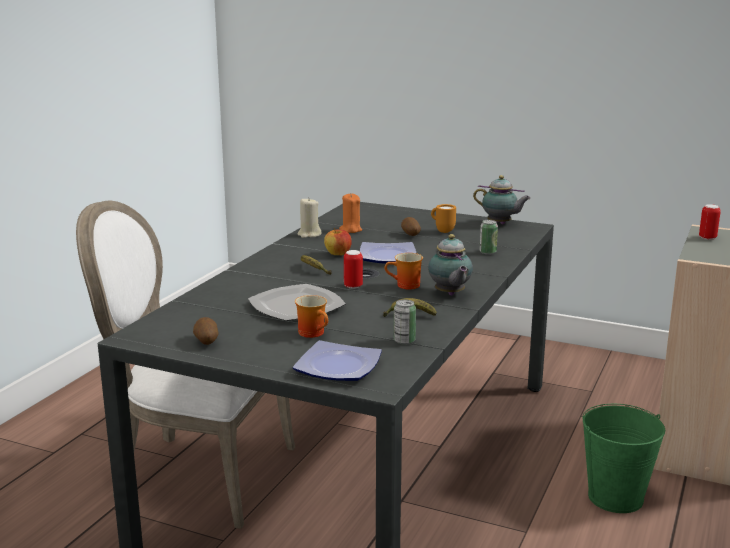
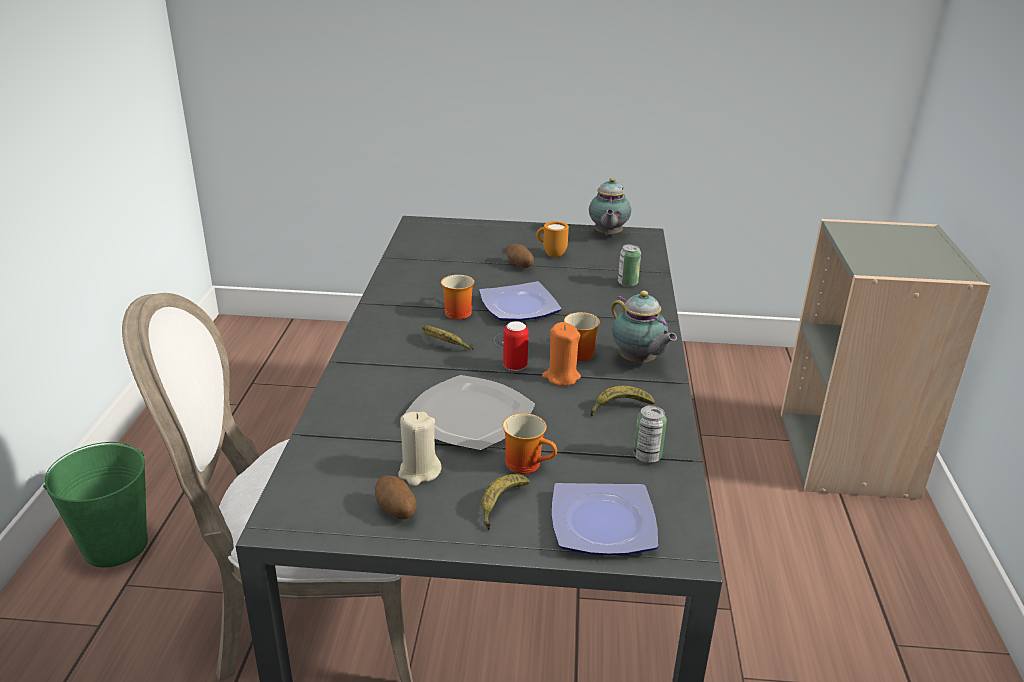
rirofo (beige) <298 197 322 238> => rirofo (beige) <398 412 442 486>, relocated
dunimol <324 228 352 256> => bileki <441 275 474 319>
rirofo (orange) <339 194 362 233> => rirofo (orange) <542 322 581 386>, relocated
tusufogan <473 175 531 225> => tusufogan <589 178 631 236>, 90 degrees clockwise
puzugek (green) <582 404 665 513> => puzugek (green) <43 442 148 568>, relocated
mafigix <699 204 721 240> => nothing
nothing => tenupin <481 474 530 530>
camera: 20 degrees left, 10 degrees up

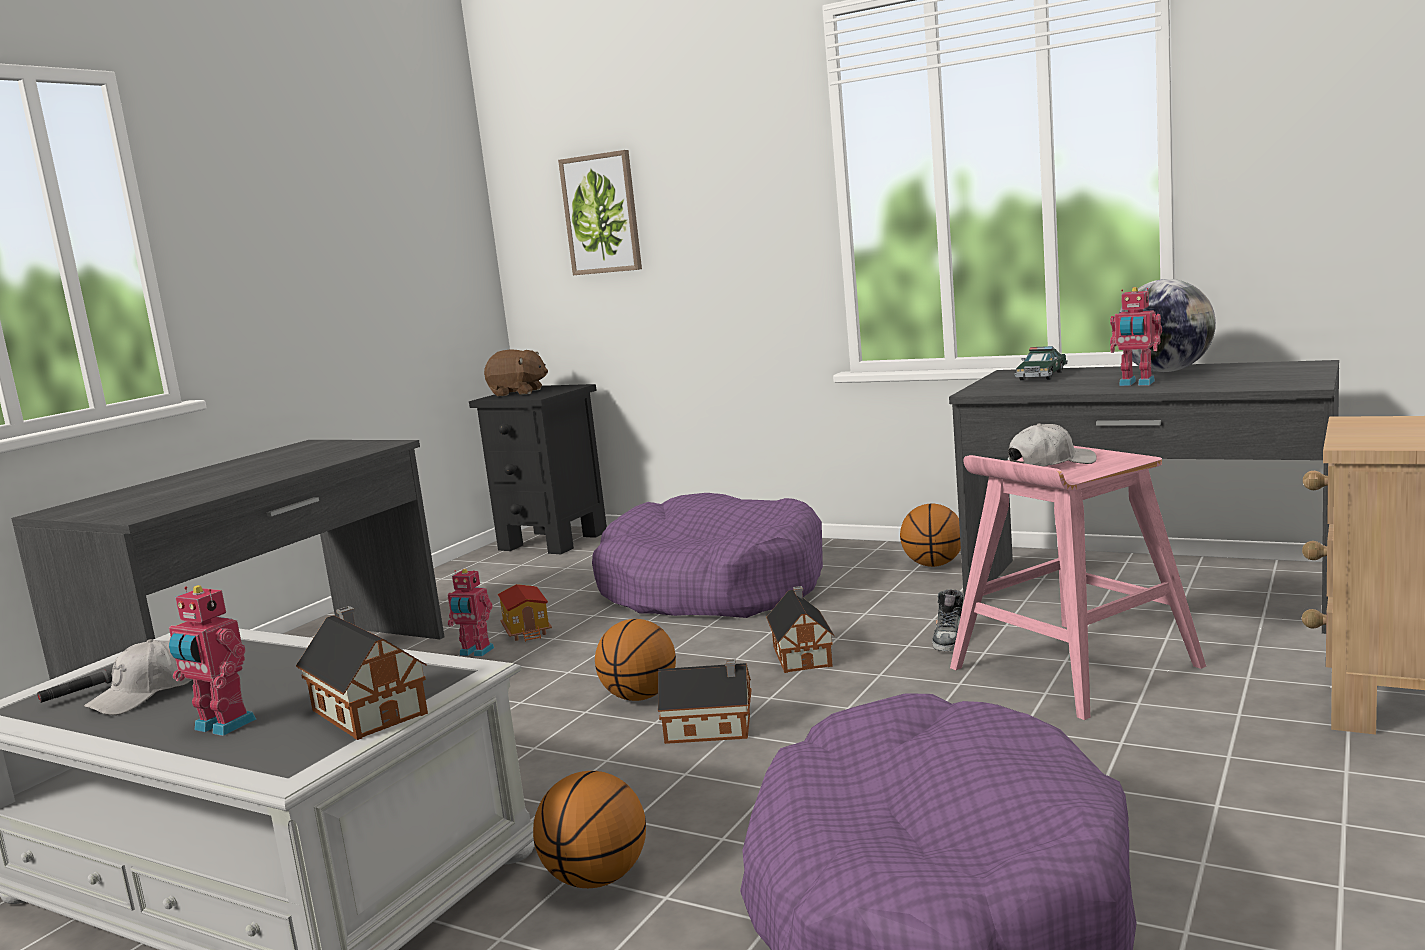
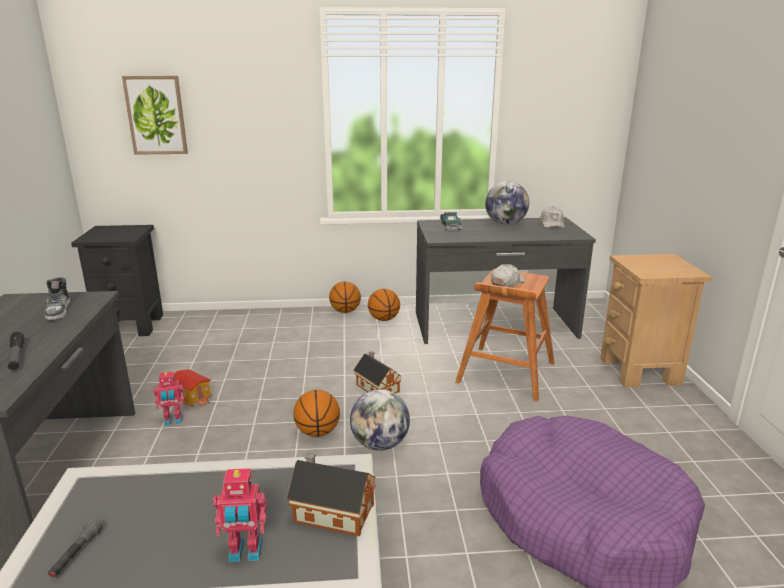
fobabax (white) <84 639 193 715> => fobabax (white) <540 206 565 228>, relocated
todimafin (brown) <484 350 548 396> => nothing
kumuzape <533 771 646 888> => kumuzape <329 281 361 313>, relocated
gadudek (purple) <592 493 823 618> => nothing
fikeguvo <658 659 752 744> => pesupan <350 389 410 451>
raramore <932 589 963 651> => raramore <44 277 70 320>, relocated
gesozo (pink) <950 446 1206 720> => gesozo (brown) <455 269 554 401>
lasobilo <1110 287 1162 386> => nothing
nothing => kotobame <8 332 24 370>
camera: 35 degrees left, 10 degrees up

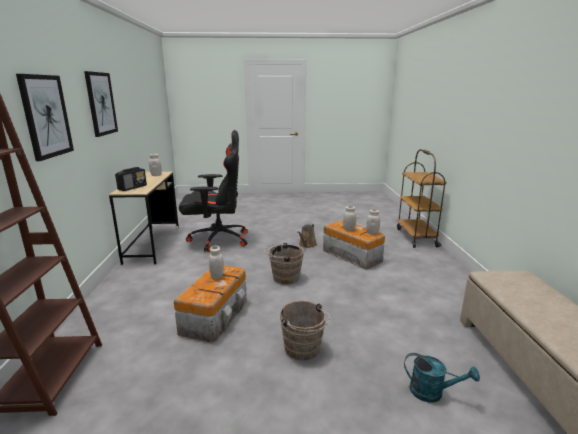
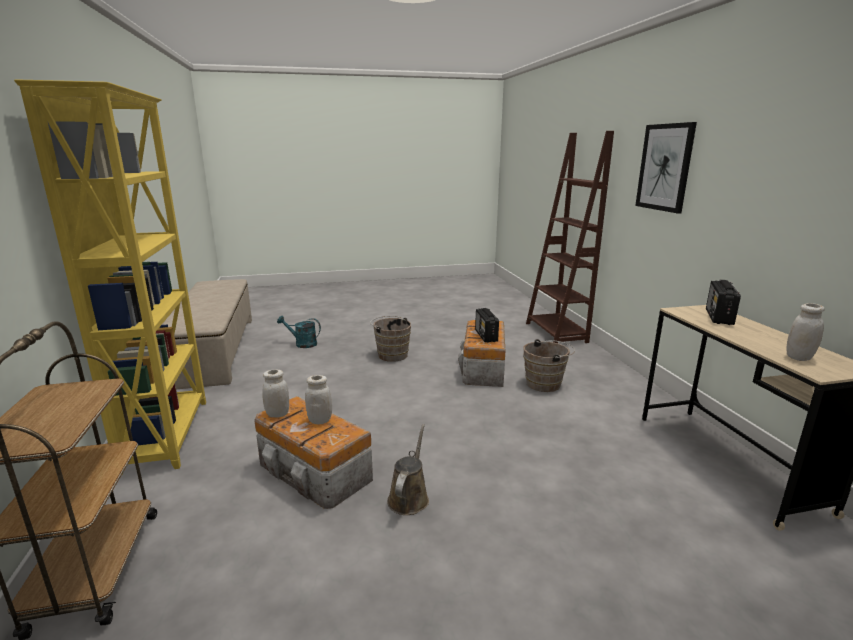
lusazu <84 71 118 137> => nothing
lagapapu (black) <179 130 248 252> => nothing
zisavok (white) <209 246 224 279> => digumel <475 308 499 343>
puzugek (brown) <264 243 304 284> => puzugek (brown) <523 339 575 392>, relocated
nothing => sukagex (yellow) <14 79 206 476>
camera: 170 degrees right, 0 degrees up

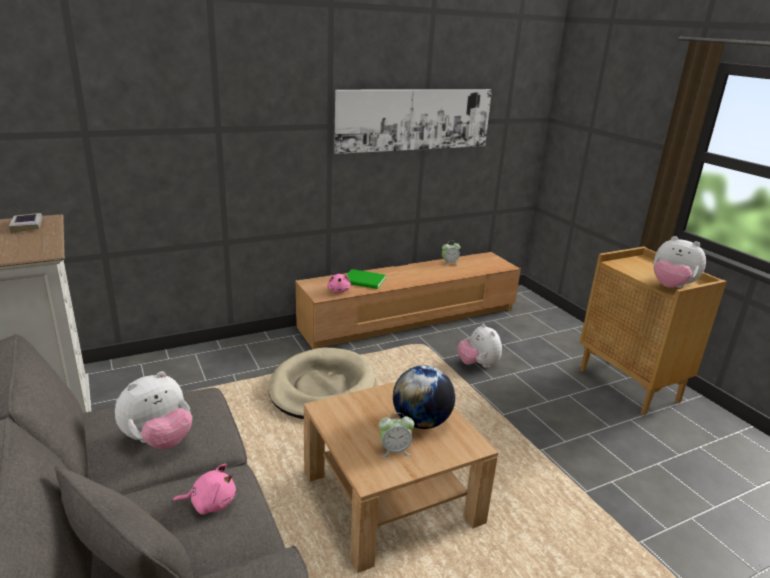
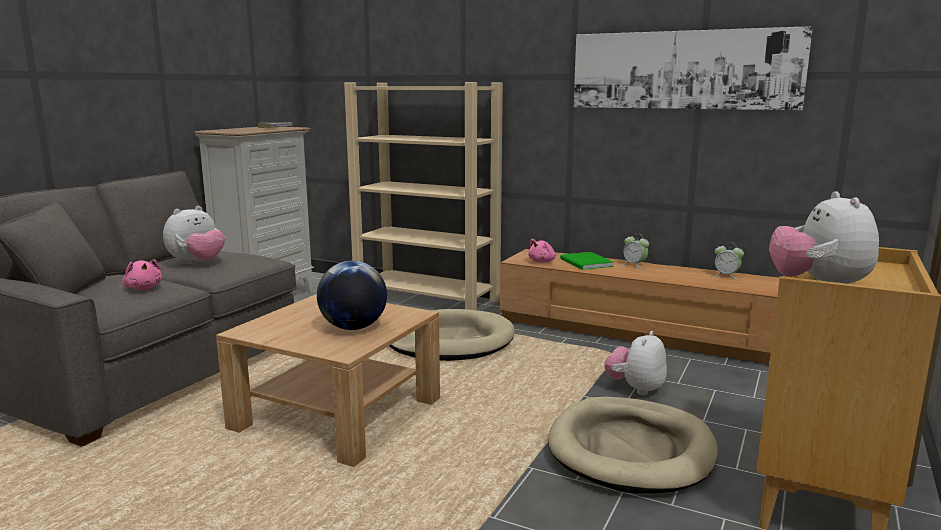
todimafin <115 371 192 449> => todimafin <163 206 225 264>, 60 degrees counterclockwise
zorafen <379 413 414 457> => zorafen <622 233 649 268>, relocated
nothing => sukagex (beige) <344 82 503 310>
nothing => gadudek (beige) <548 397 718 494>
camera: 55 degrees right, 10 degrees down

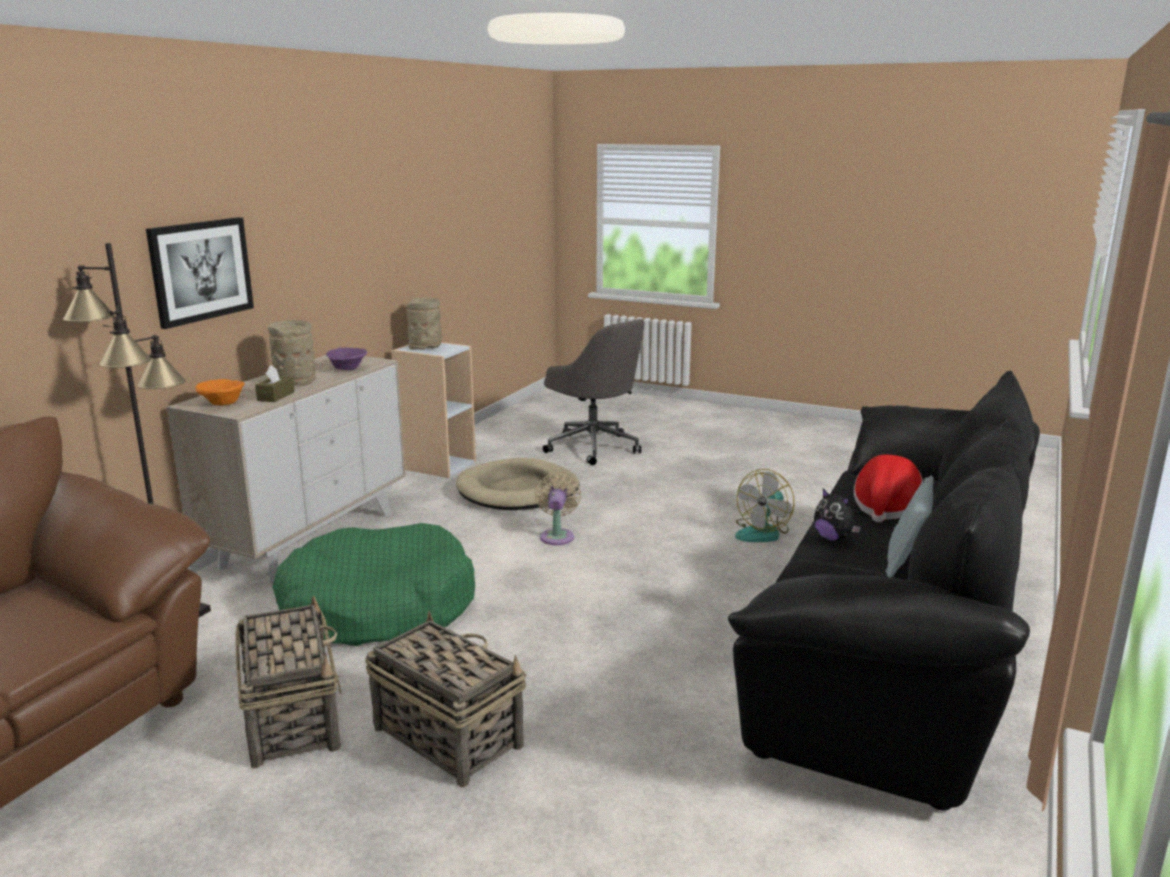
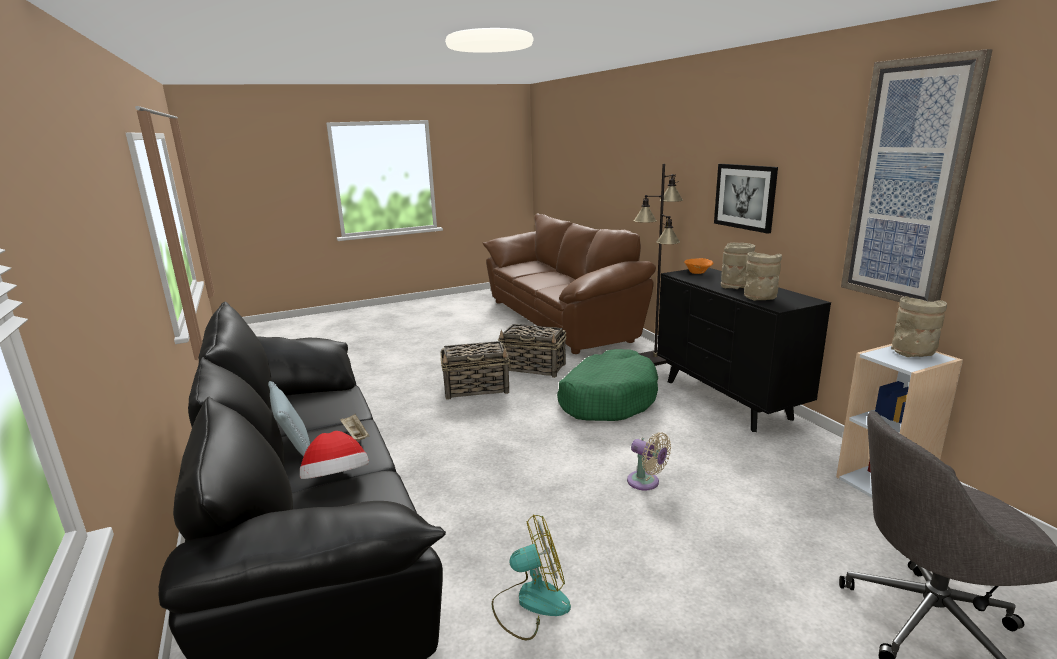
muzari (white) <166 355 406 584> => muzari (black) <657 268 831 432>
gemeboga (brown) <255 365 295 402> => nothing
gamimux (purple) <326 347 367 370> => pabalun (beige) <744 252 782 301>
gadudek (beige) <456 458 580 510> => nothing
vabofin <735 469 794 542> => vabofin <492 514 571 640>, 90 degrees clockwise
todimafin <814 488 861 541> => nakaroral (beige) <340 414 369 441>
nothing => lusazu <841 49 993 302>
camera: 130 degrees right, 0 degrees up

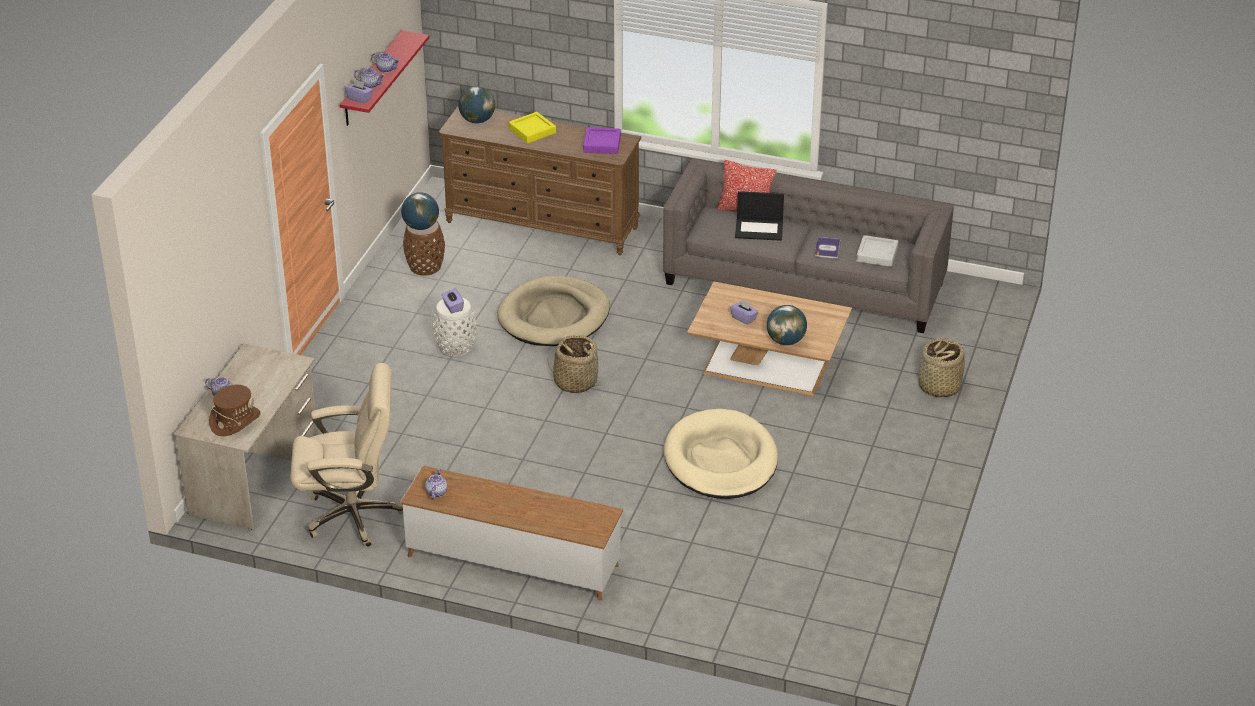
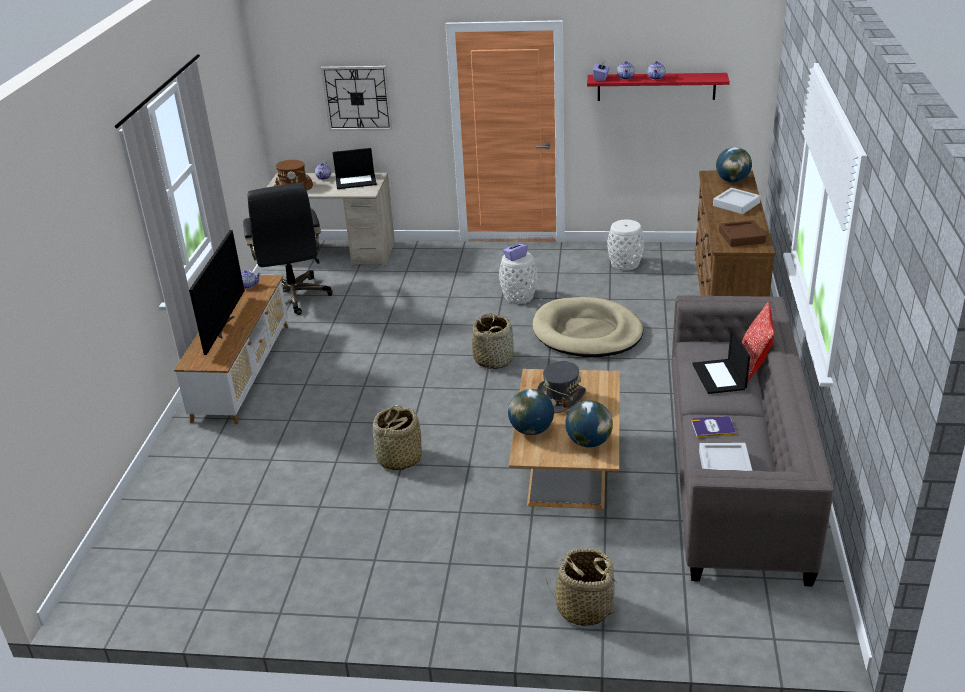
lagapapu (beige) <290 363 403 547> => lagapapu (black) <243 183 333 315>
pesupan <401 192 439 230> => pesupan <565 400 613 448>, relocated
gesozo (brown) <403 221 445 276> => gesozo (white) <607 220 644 271>
nakaroral (yellow) <509 112 556 143> => nakaroral (grey) <713 188 761 214>
nakaroral (purple) <583 127 621 154> => nakaroral (brown) <719 220 766 247>
gadudek (beige) <664 409 778 499> => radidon <373 404 422 471>
gemeboga (purple) <730 299 759 325> => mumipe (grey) <537 361 586 414>
nothing => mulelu <189 230 245 355>
nothing => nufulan <321 66 392 131>
nothing => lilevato <333 148 377 189>
camera: 80 degrees right, 5 degrees down

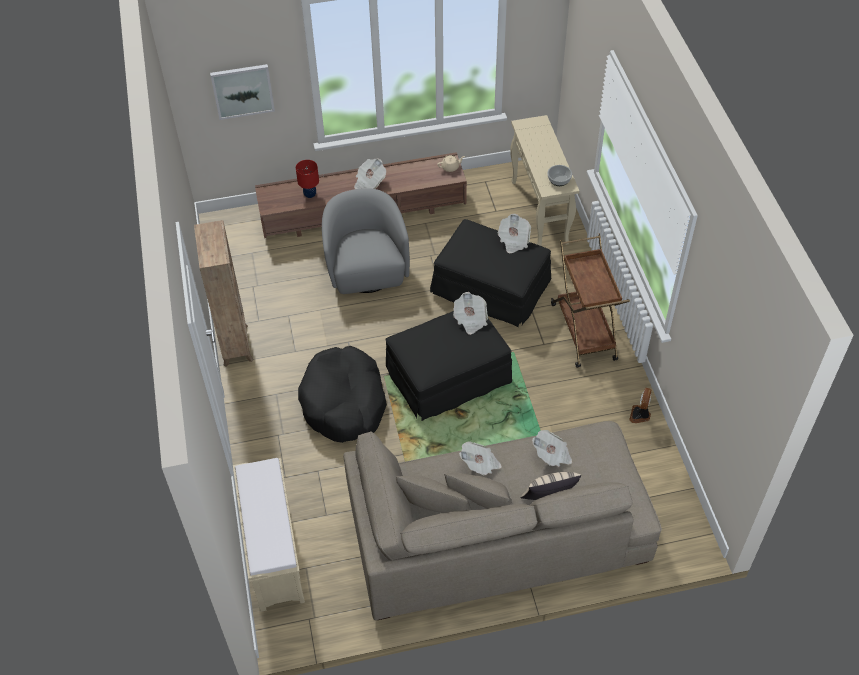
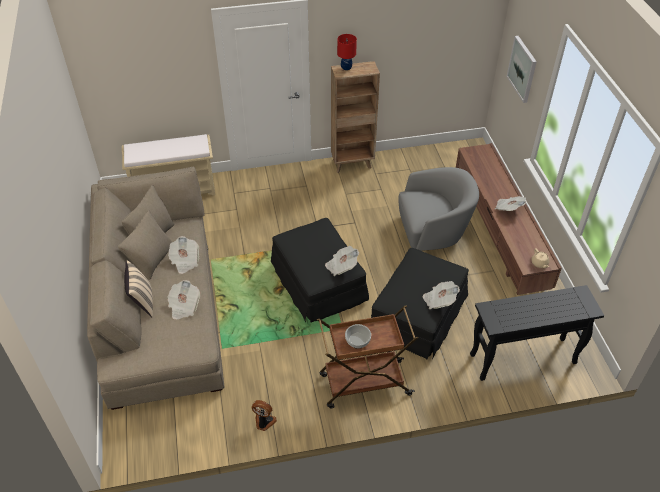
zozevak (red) <296 160 319 198> => zozevak (red) <337 34 357 70>, relocated
gadudek (black) <298 346 387 443> => nothing
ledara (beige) <510 115 579 246> => ledara (black) <470 285 604 381>
gamimux <548 165 572 186> => gamimux <345 324 371 349>, relocated
camera: 90 degrees right, 5 degrees down

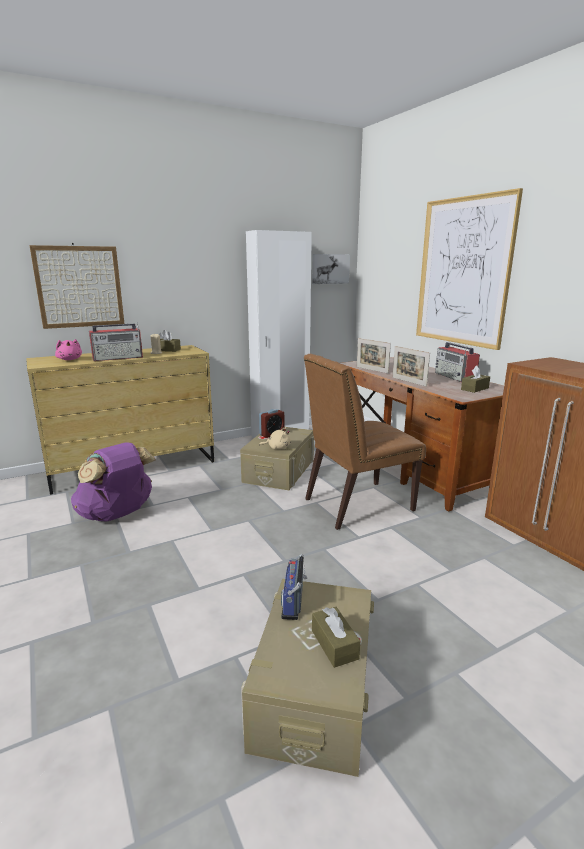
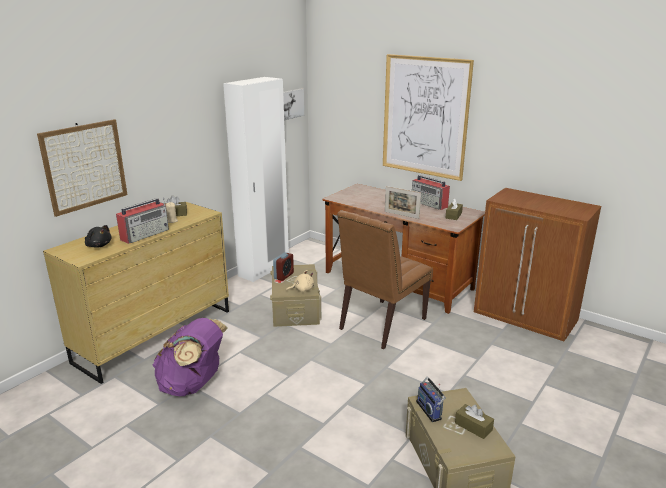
todimafin (pink) <55 339 82 360> => todimafin (black) <85 225 112 248>
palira <357 338 391 374> => nothing
camera: 25 degrees left, 5 degrees up

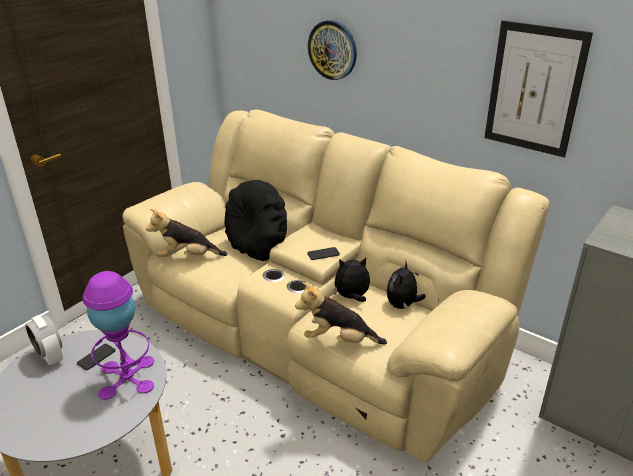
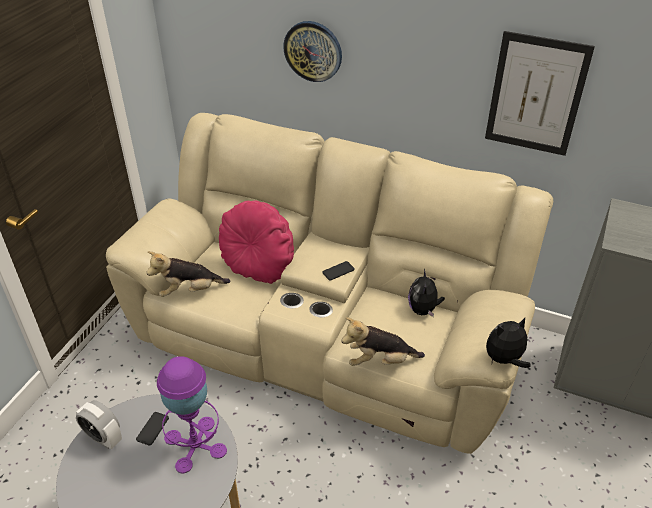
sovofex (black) <224 180 287 261> => sovofex (pink) <219 201 294 284>
todimafin <333 257 370 302> => todimafin <486 318 531 368>, relocated
camera: 15 degrees left, 10 degrees up

